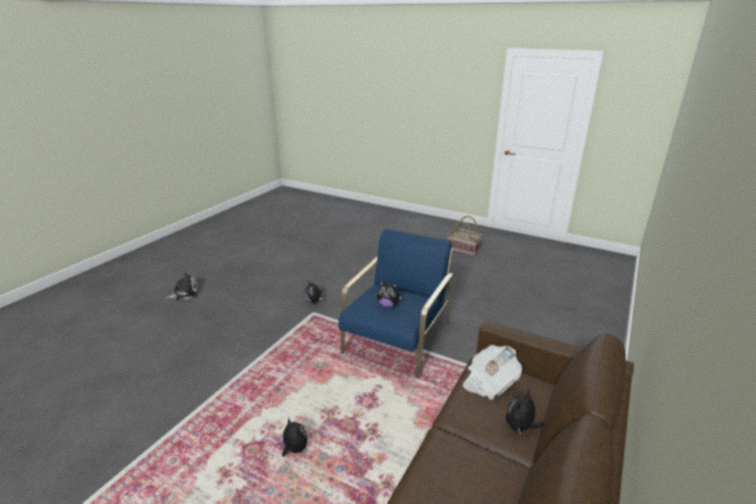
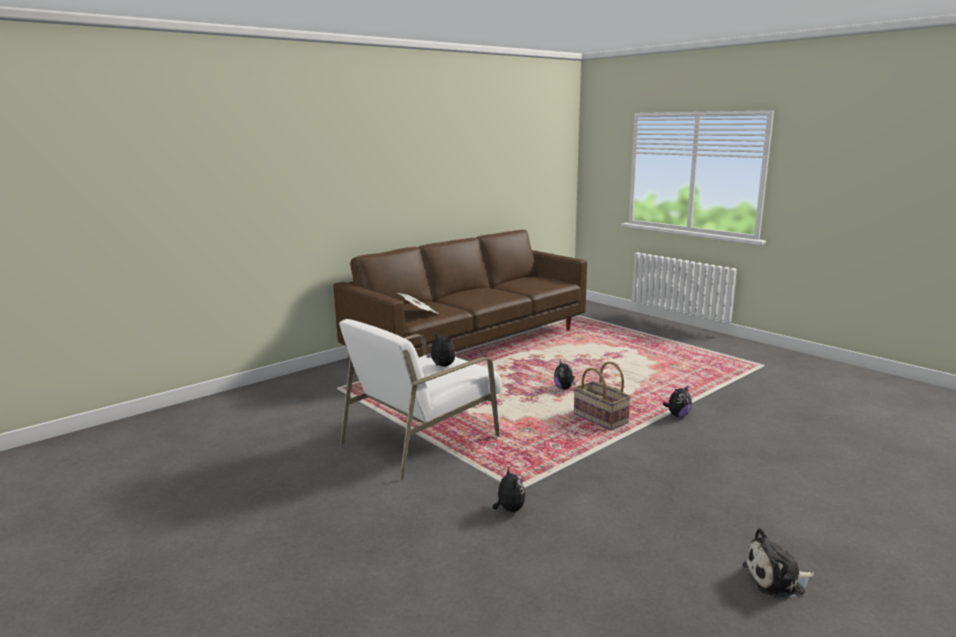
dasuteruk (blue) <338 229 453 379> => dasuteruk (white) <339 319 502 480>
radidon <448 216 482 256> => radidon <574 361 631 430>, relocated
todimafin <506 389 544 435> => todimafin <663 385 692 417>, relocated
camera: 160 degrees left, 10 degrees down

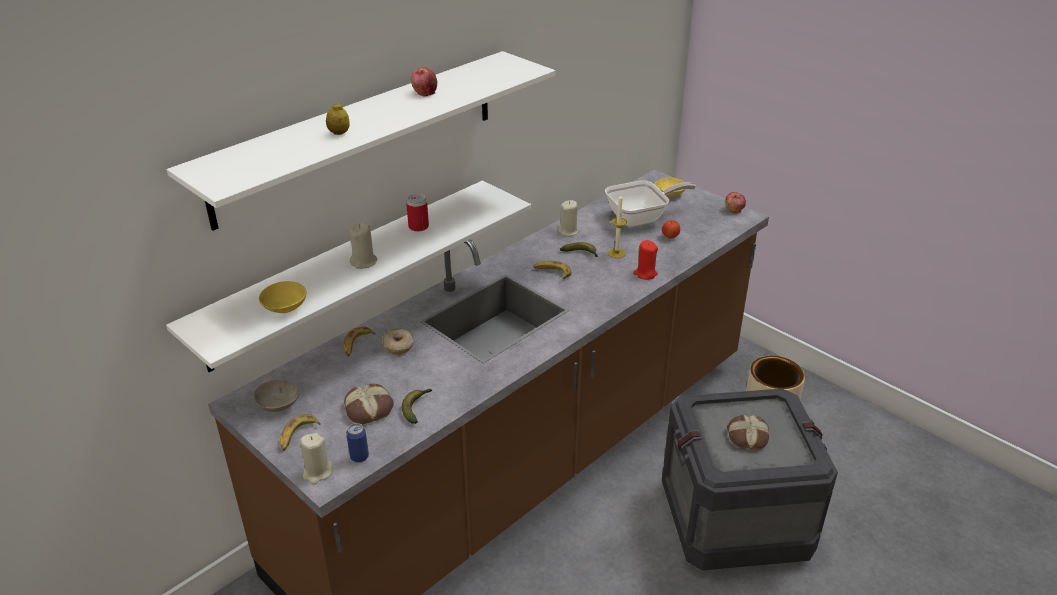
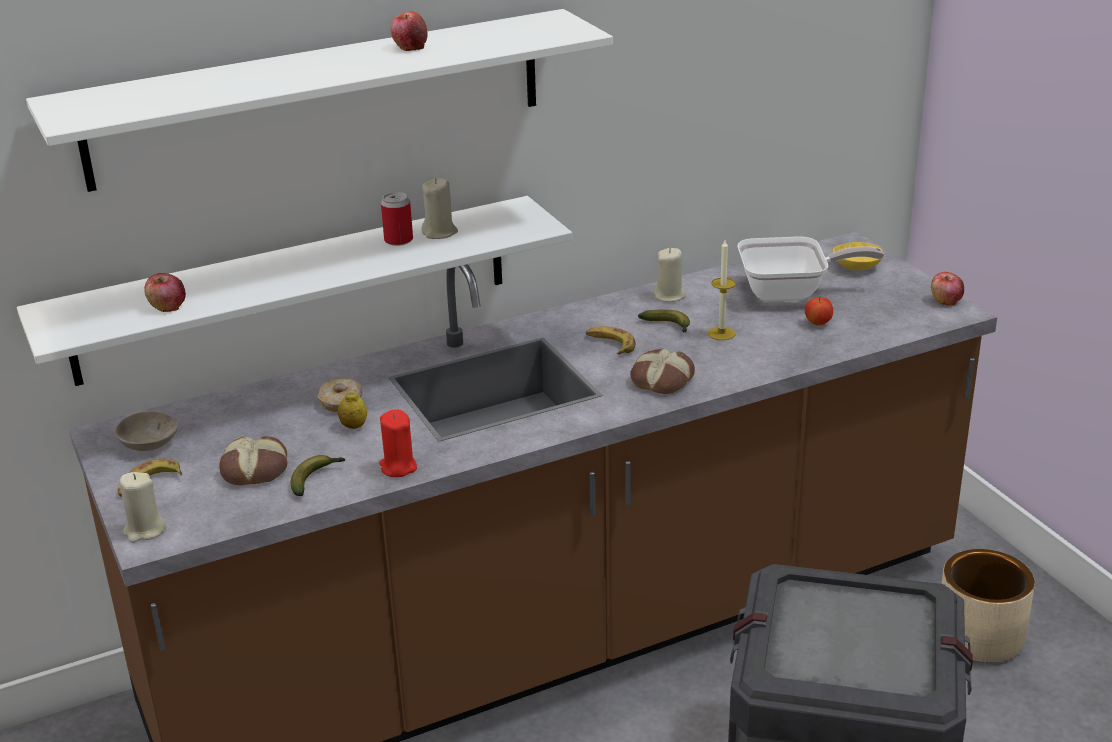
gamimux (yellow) <259 281 306 313> => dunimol <144 273 186 312>
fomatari <326 103 350 135> => fomatari <338 392 367 429>, relocated
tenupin <343 326 376 357> => nothing
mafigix <346 423 369 463> => nothing
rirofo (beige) <349 223 377 269> => rirofo (beige) <421 178 458 239>, relocated
rirofo (red) <633 240 658 280> => rirofo (red) <379 409 417 477>, relocated
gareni <727 415 769 450> => gareni <630 349 695 394>, relocated
camera: 20 degrees right, 5 degrees down

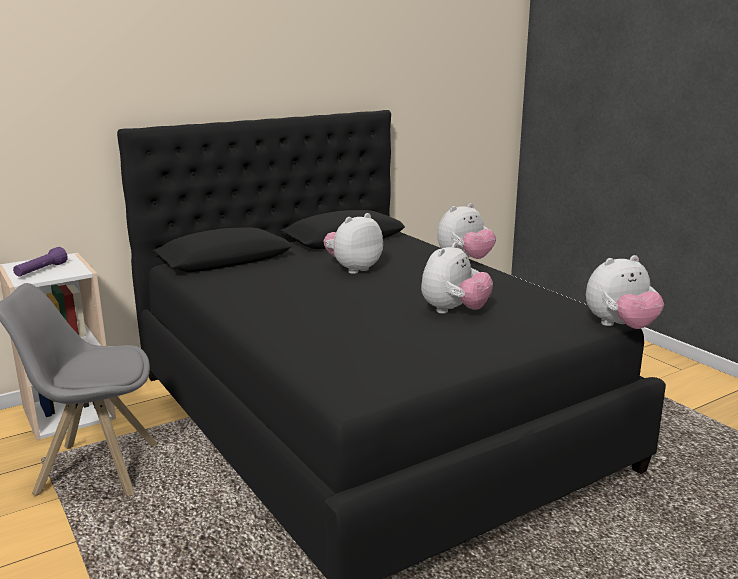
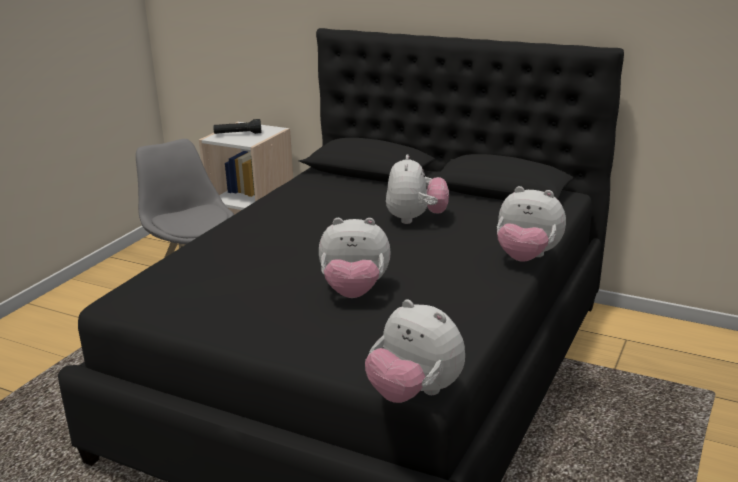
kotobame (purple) <13 247 68 276> => kotobame (black) <213 119 262 134>
todimafin <323 213 383 274> => todimafin <386 154 449 224>, 75 degrees clockwise
camera: 60 degrees right, 5 degrees up

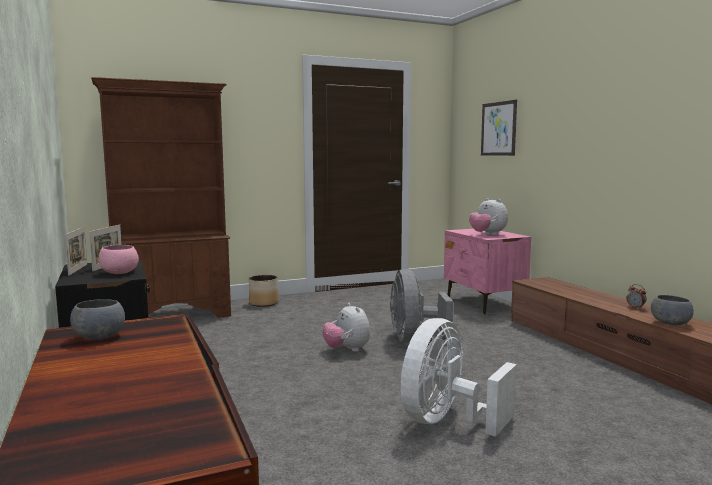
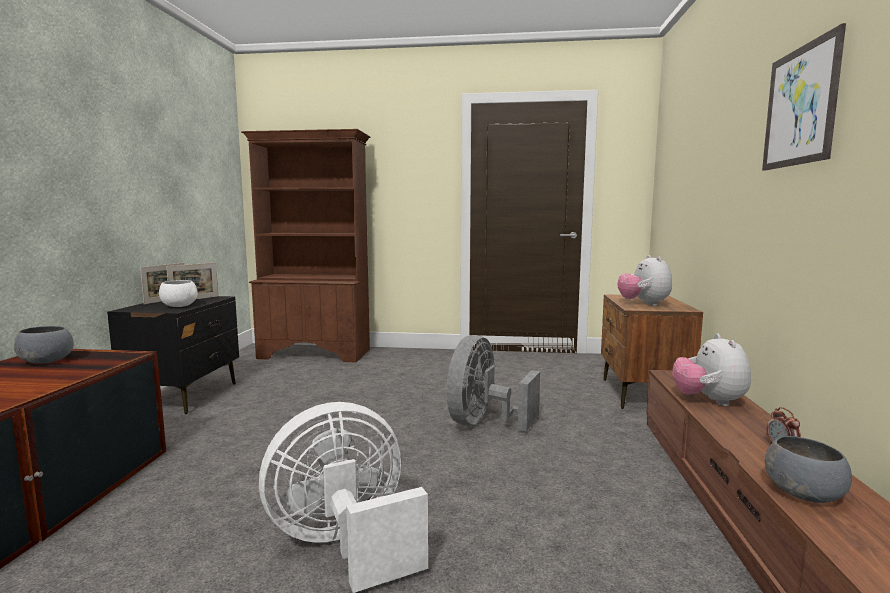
gamimux (pink) <99 245 139 274> => gamimux (white) <159 280 197 307>
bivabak <249 275 278 307> => nothing
todimafin <323 303 370 352> => todimafin <672 334 751 406>, relocated
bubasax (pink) <444 229 531 314> => bubasax (brown) <601 294 703 409>
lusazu <481 100 517 156> => lusazu <762 23 846 171>, relocated
camera: 30 degrees right, 0 degrees up

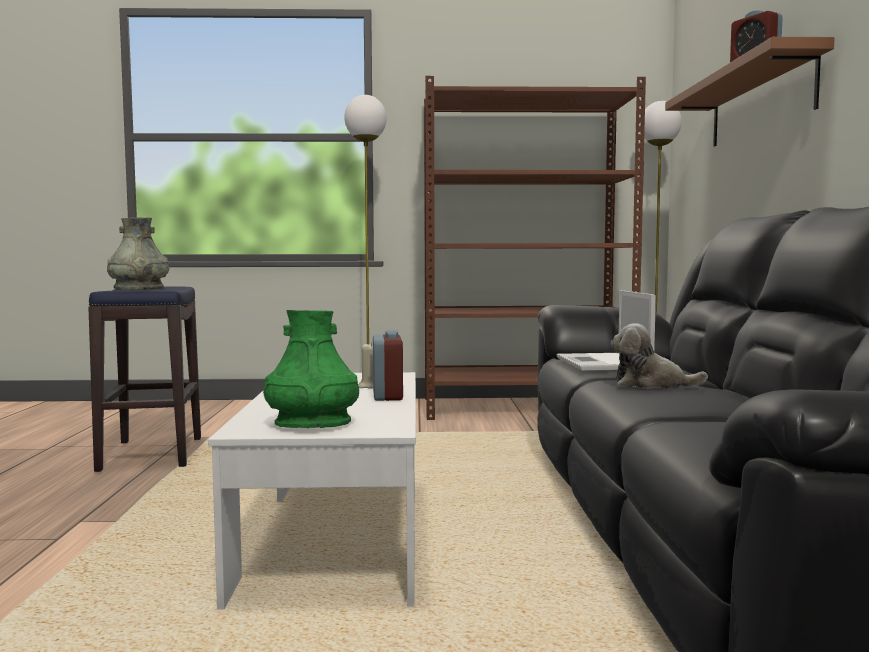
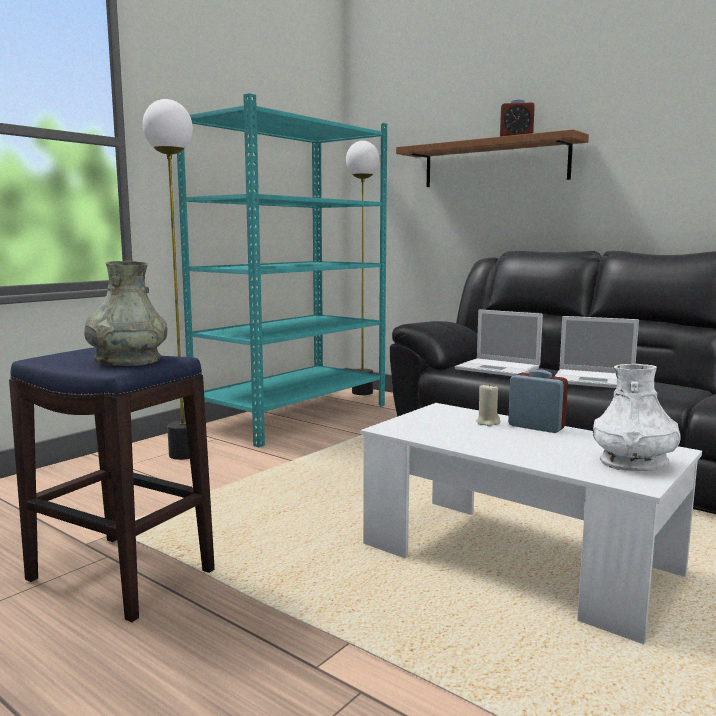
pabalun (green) <263 310 359 428> => pabalun (white) <593 364 680 471>
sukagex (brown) <424 76 646 420> => sukagex (turquoise) <177 93 387 447>
todimafin <611 323 708 389> => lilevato <554 316 639 388>
camera: 50 degrees left, 5 degrees up

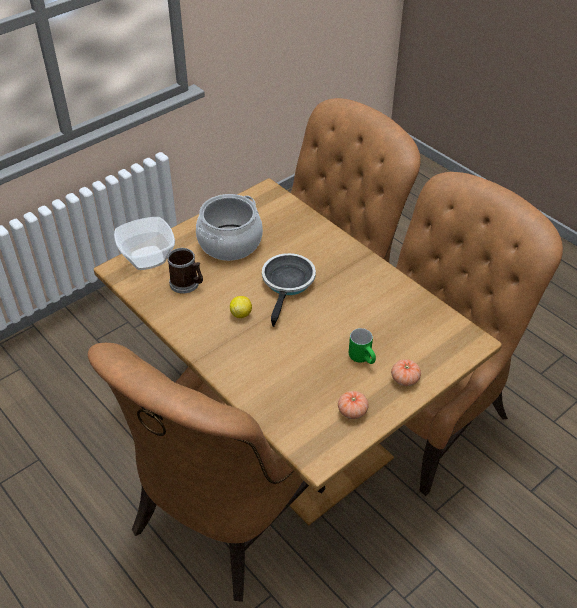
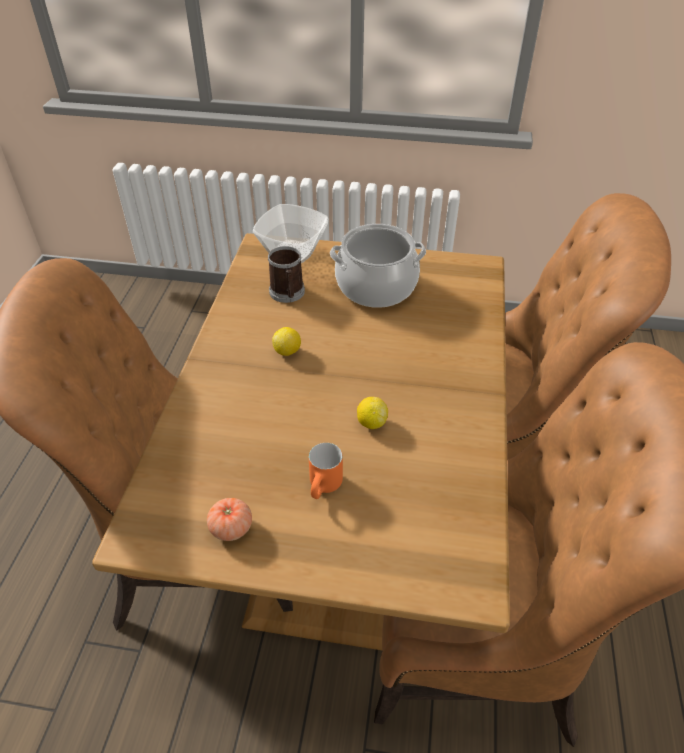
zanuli <262 253 316 327> => nothing
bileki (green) <349 328 376 364> => bileki (orange) <309 443 343 499>
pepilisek <391 359 421 386> => nothing
nothing => fomatari <357 397 388 429>
camera: 50 degrees right, 0 degrees up

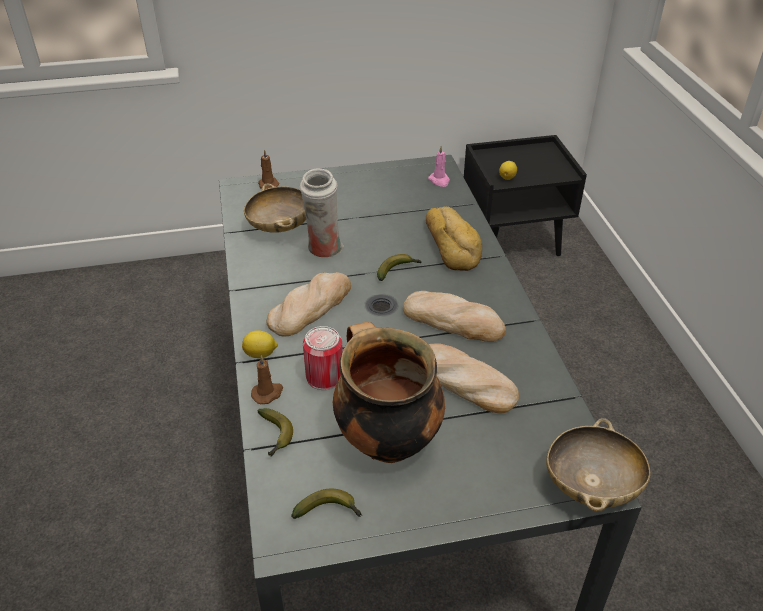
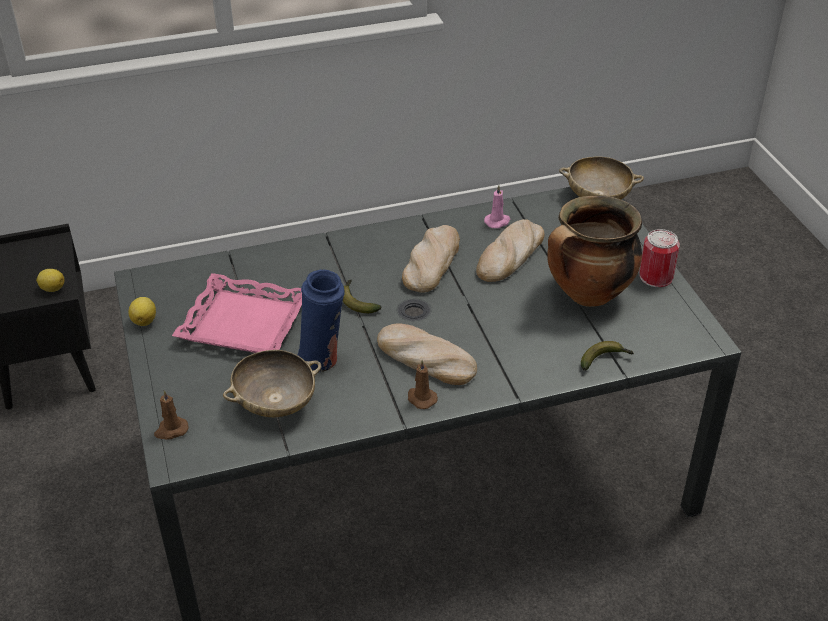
fomatari <242 330 278 358> => fomatari <128 297 156 326>, relocated
rirofo (brown) <251 355 283 404> => rirofo (brown) <408 360 438 409>, relocated
tenupin <291 489 362 519> => nothing
pabalun (white) <300 168 344 257> => pabalun (blue) <297 270 345 373>
mafigix <303 326 343 390> => mafigix <639 229 680 287>, relocated
gareni <426 206 482 271> => nothing
rirofo (pink) <428 146 450 187> => rirofo (pink) <484 185 510 228>, relocated
nothing => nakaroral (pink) <172 273 302 353>
camera: 95 degrees left, 0 degrees up

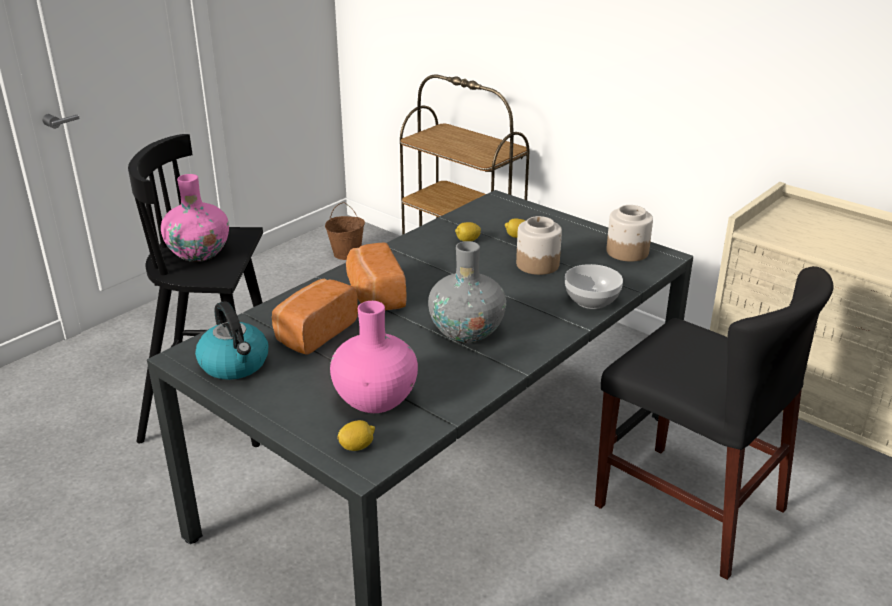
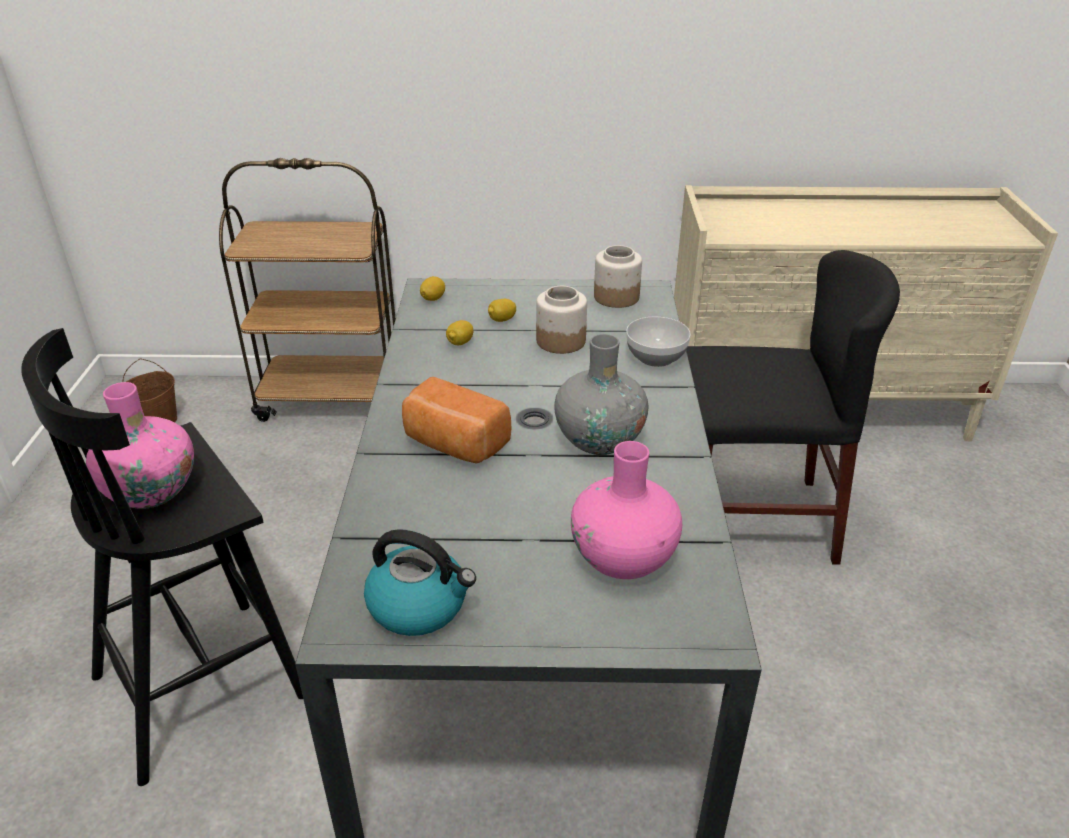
gareni <272 279 358 355> => nothing
fomatari <337 420 375 451> => fomatari <420 276 445 301>, relocated
camera: 40 degrees left, 5 degrees up

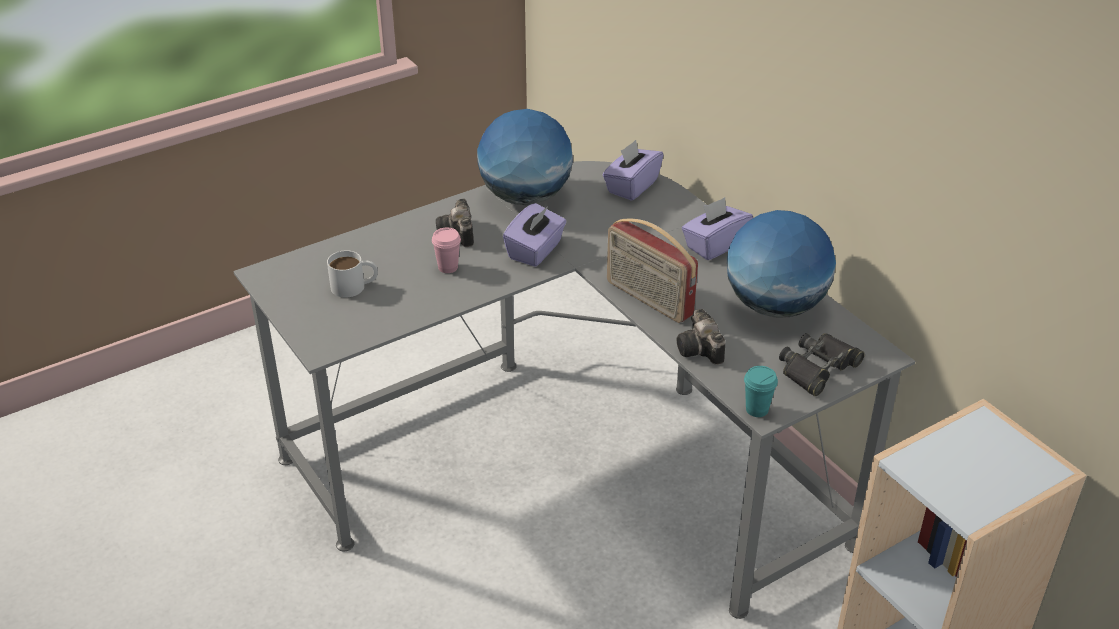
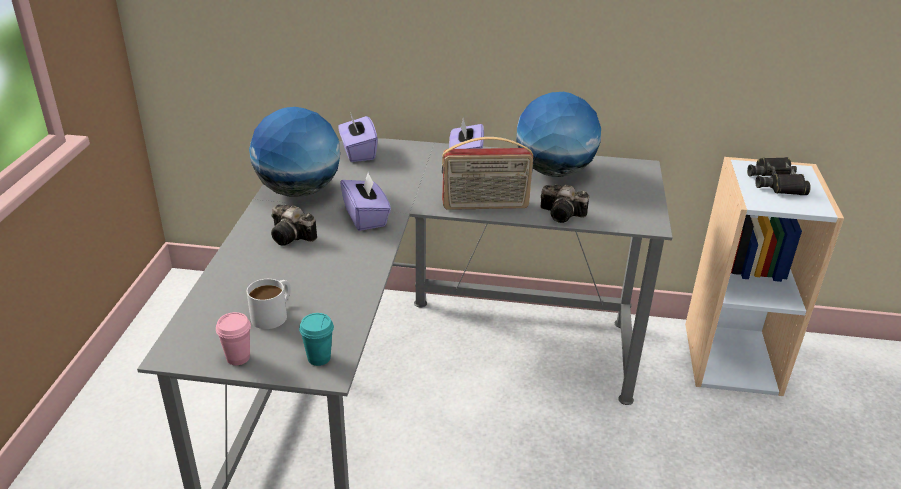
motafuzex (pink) <432 228 461 273> => motafuzex (pink) <216 312 251 365>, relocated
motafuzex (turquoise) <744 366 778 417> => motafuzex (turquoise) <299 313 334 366>, relocated
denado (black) <779 333 865 396> => denado (black) <747 157 811 195>, relocated
camera: 50 degrees left, 5 degrees down

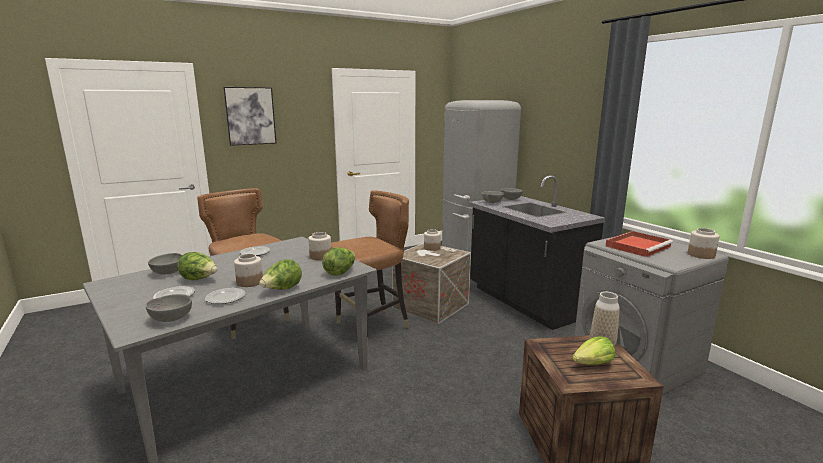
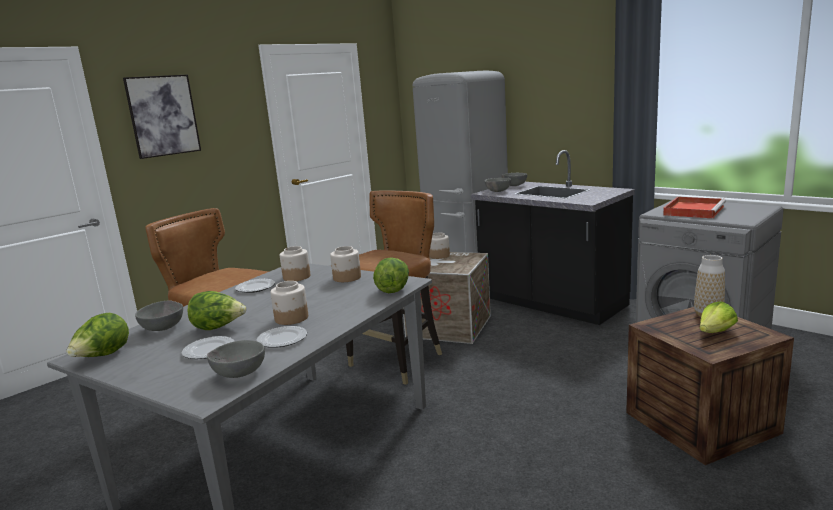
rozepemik <259 259 302 290> => rozepemik <67 313 129 357>, relocated
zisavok <688 228 720 259> => zisavok <280 246 310 281>, relocated
camera: 15 degrees left, 0 degrees up

